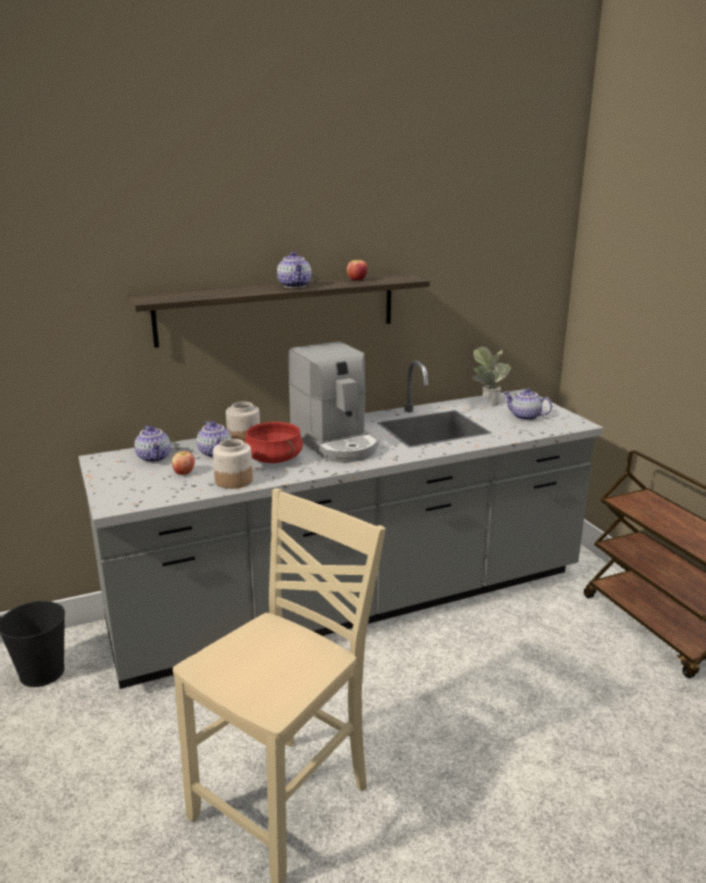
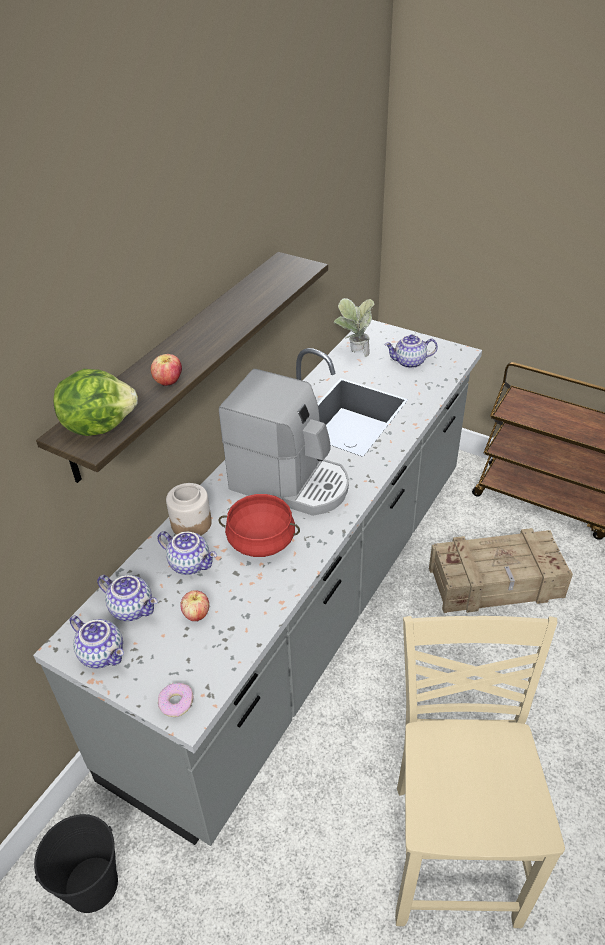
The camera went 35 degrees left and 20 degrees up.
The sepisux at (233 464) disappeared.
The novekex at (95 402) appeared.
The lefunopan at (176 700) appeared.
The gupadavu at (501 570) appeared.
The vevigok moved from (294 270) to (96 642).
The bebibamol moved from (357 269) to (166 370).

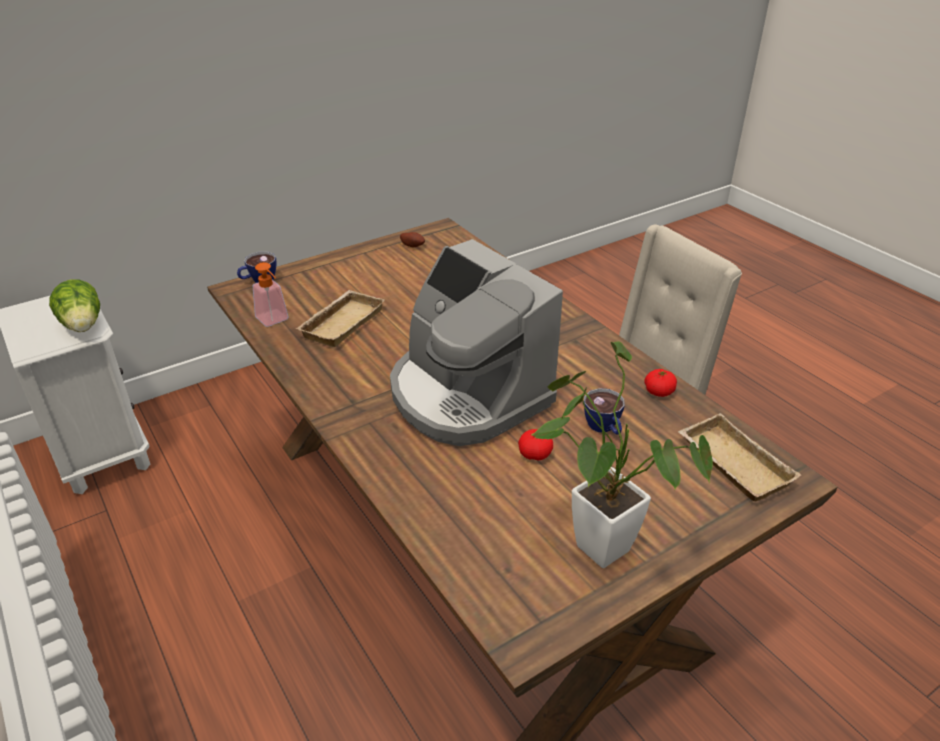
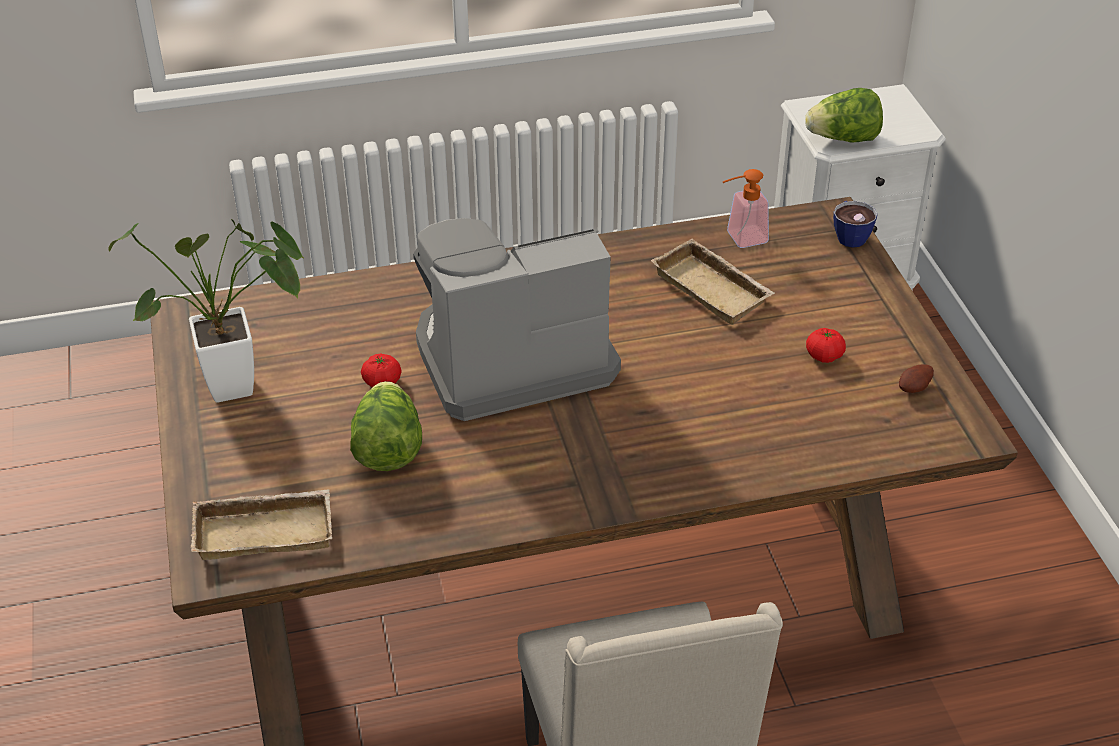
The camera went 110 degrees right and 5 degrees up.
The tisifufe moved from (660 383) to (826 345).
The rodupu at (604 411) was replaced by the novekex at (386 426).

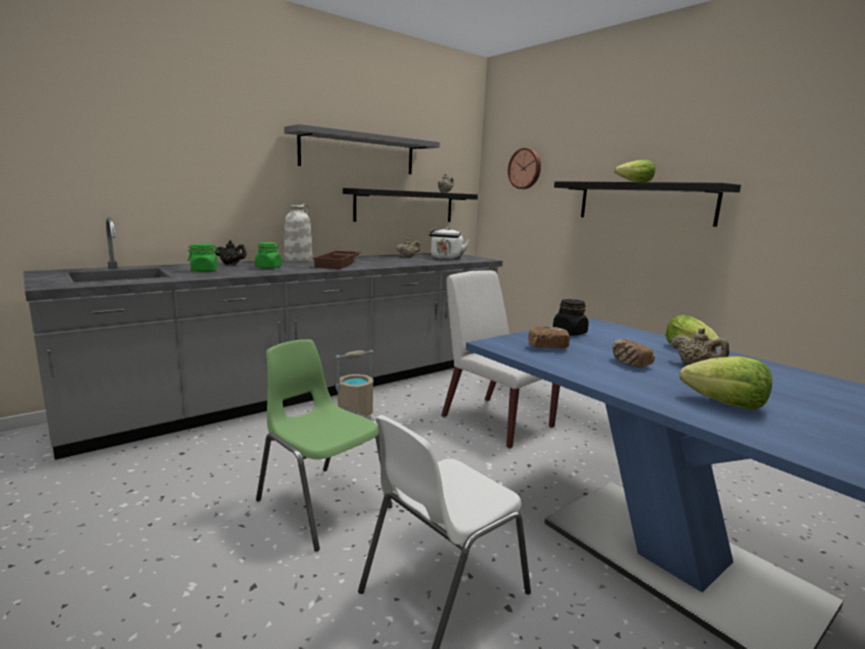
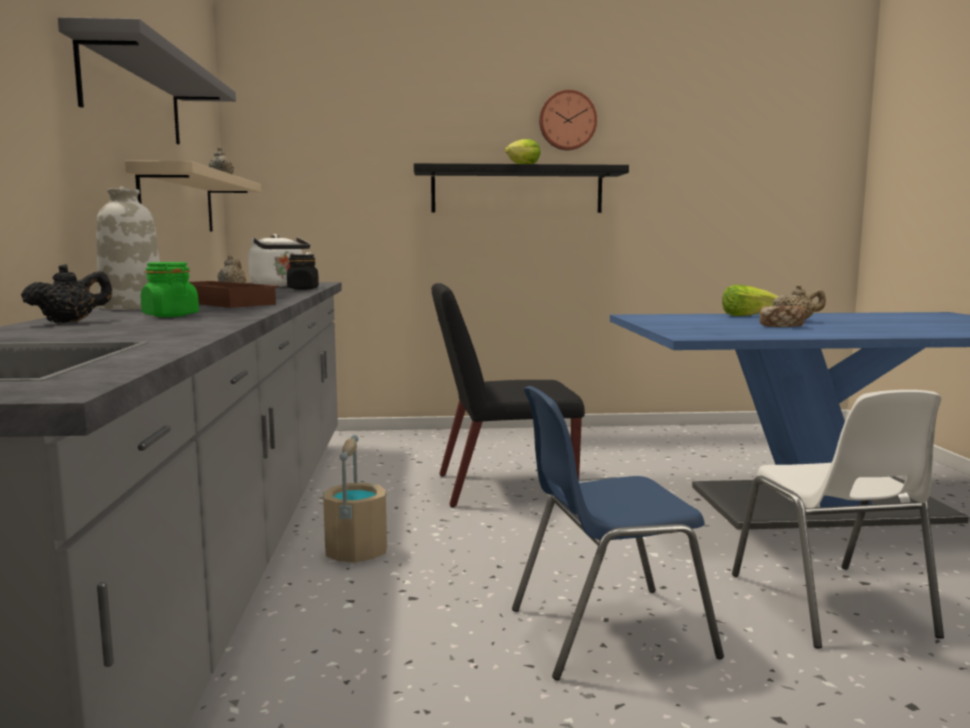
The camera went 55 degrees left and 5 degrees down.
The green sepisux at (204 257) disappeared.
The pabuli at (549 337) disappeared.
The novekex at (726 383) disappeared.
The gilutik moved from (524 168) to (568 120).
The black sepisux moved from (571 317) to (303 272).
The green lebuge at (324 445) became the blue lebuge at (618 533).
The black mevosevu at (410 205) became the beige mevosevu at (193 196).
The white lebuge at (500 359) became the black lebuge at (508 395).

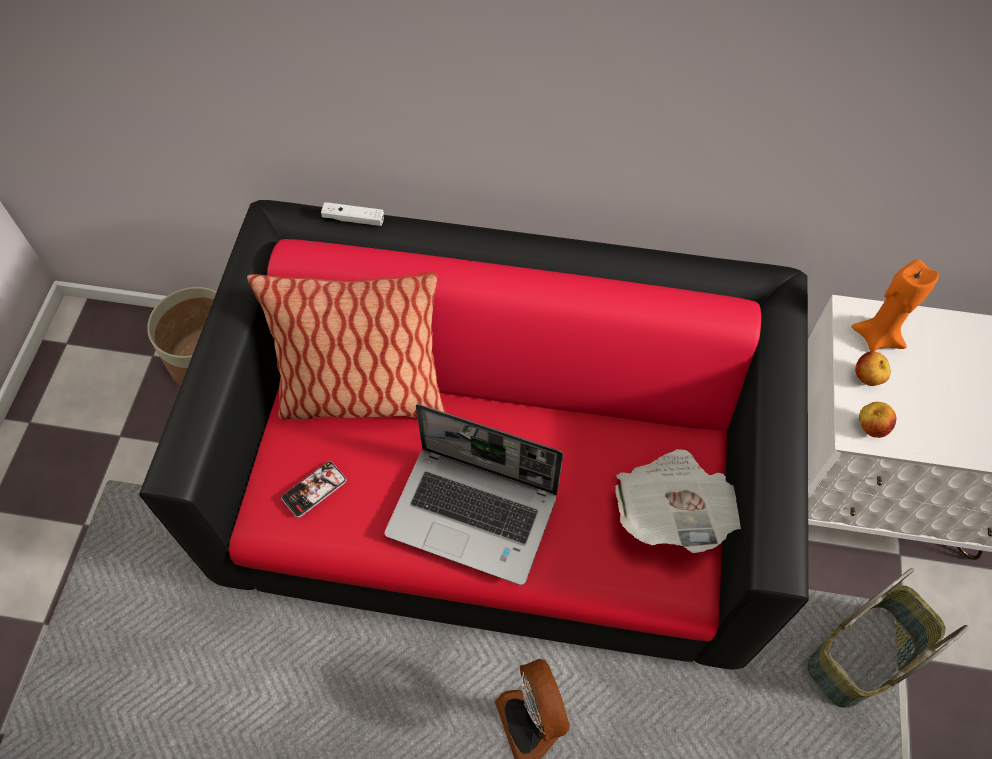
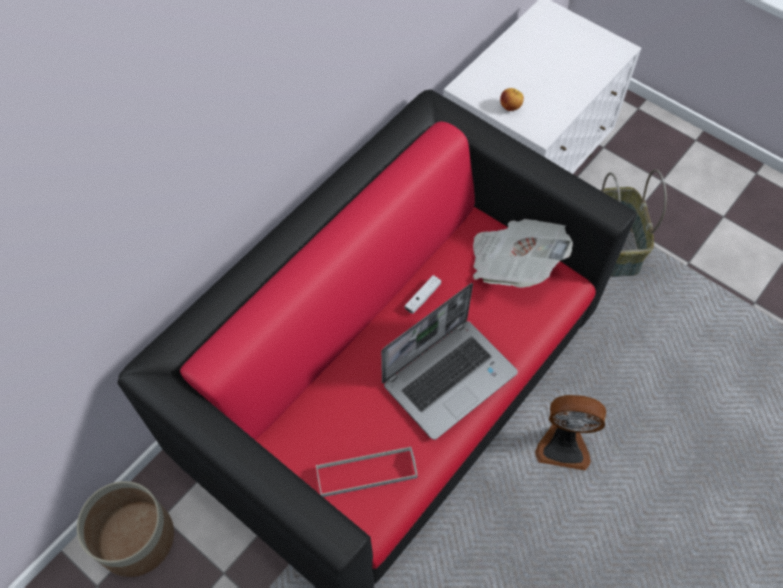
The camera went 60 degrees left and 0 degrees up.
The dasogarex at (346 345) disappeared.
The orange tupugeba at (895 305) disappeared.
The bebibamol at (877 420) disappeared.
The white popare moved from (352 214) to (422 294).
The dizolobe at (314 489) was replaced by the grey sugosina at (367 471).

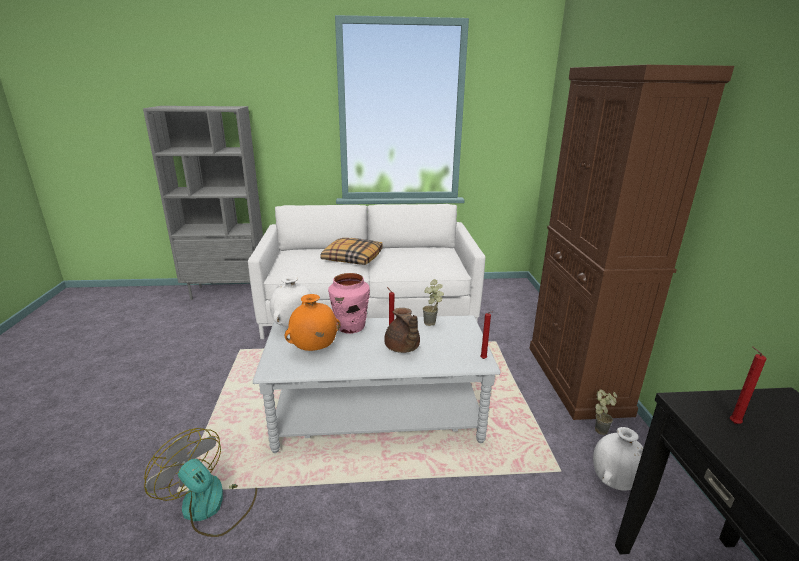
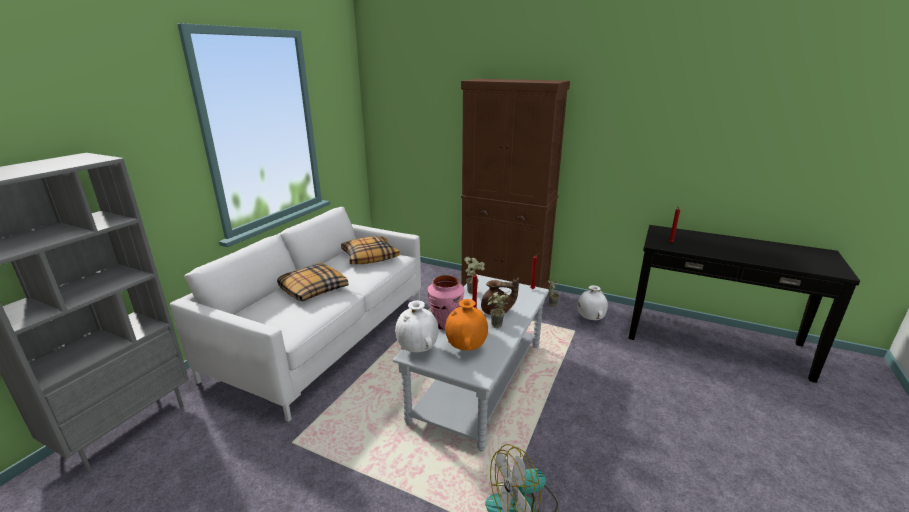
The camera went 60 degrees left and 0 degrees up.
The dasogarex at (370 250) appeared.
The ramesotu at (499 309) appeared.

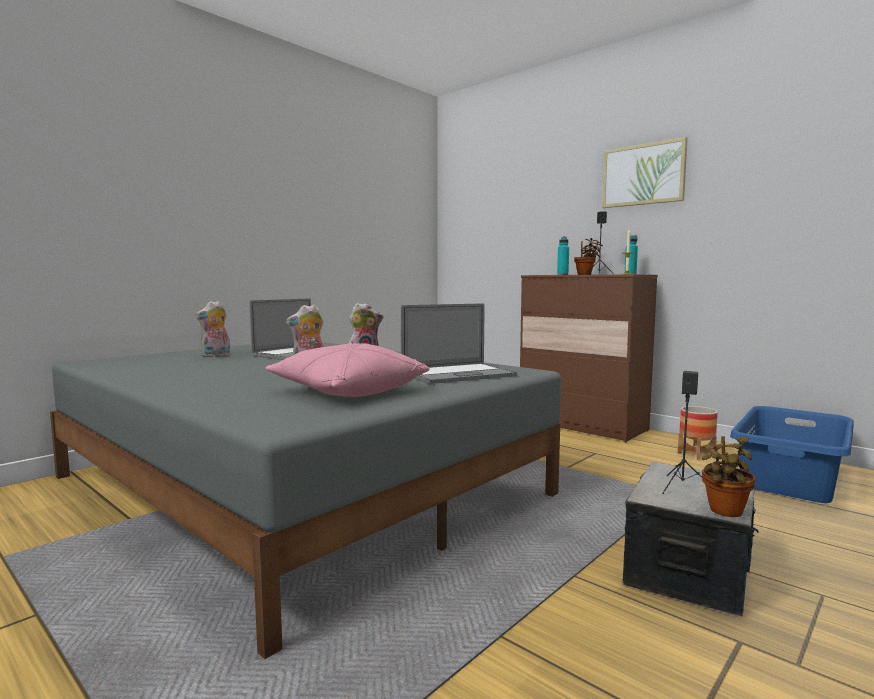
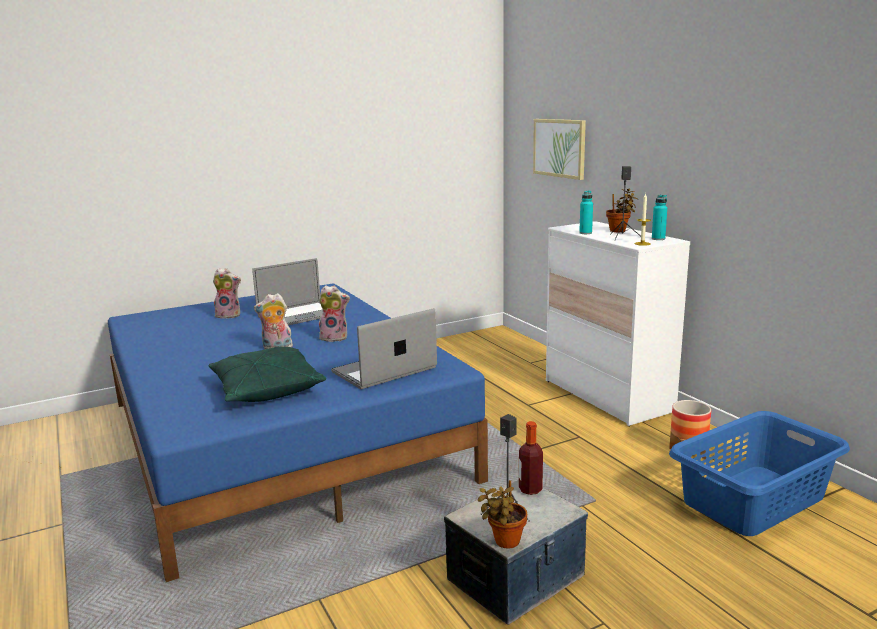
The camera went 20 degrees right and 10 degrees up.
The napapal at (531 458) appeared.
The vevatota moved from (645 172) to (559 149).
The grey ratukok at (305 500) became the blue ratukok at (298 433).
The pink dasogarex at (347 370) became the green dasogarex at (267 374).
The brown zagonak at (589 358) became the white zagonak at (618 323).
The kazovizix at (212 329) turned 150 degrees counterclockwise.
The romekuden at (459 343) turned 150 degrees clockwise.

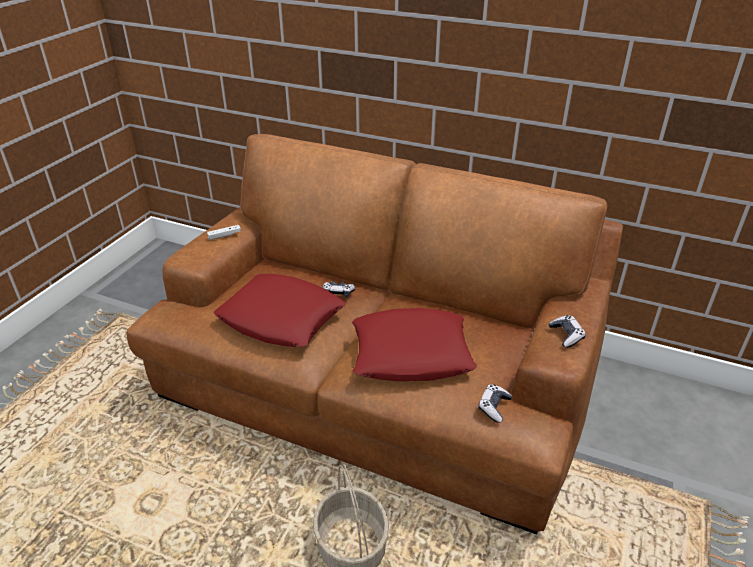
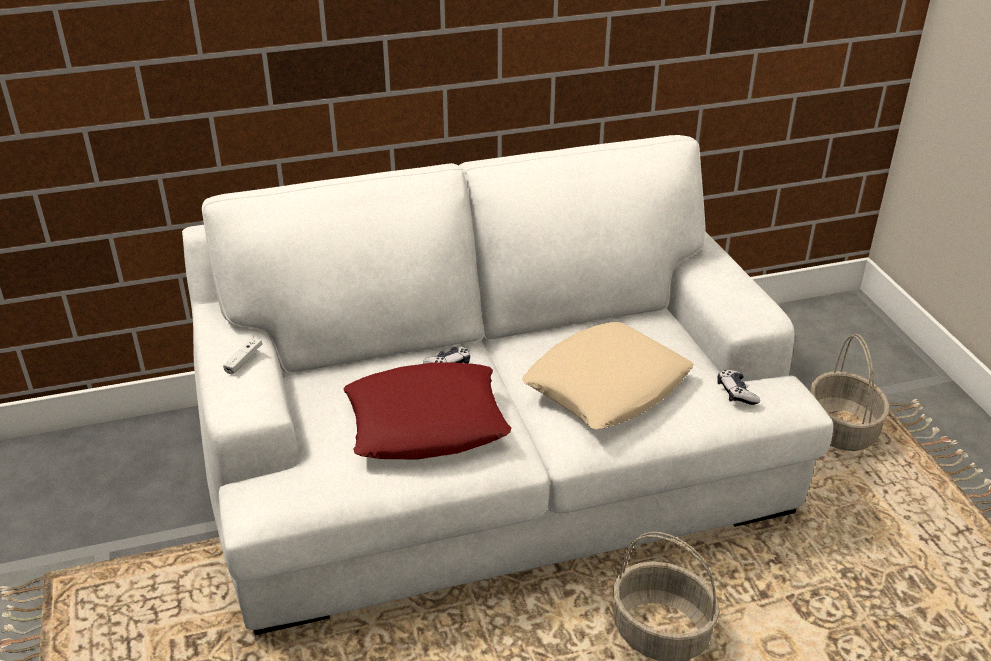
The camera went 40 degrees left and 0 degrees up.
The popare at (567 331) disappeared.
The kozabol at (849 392) appeared.
The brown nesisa at (374 334) became the white nesisa at (507 385).
The red dasogarex at (414 344) became the beige dasogarex at (608 376).

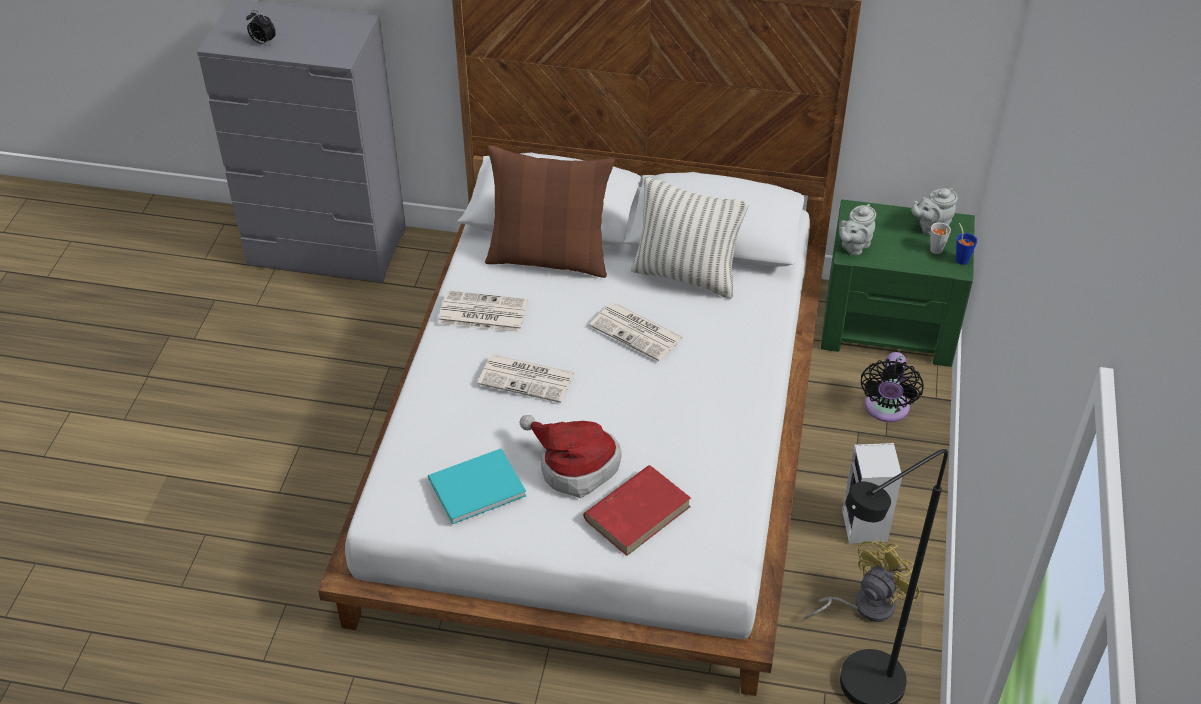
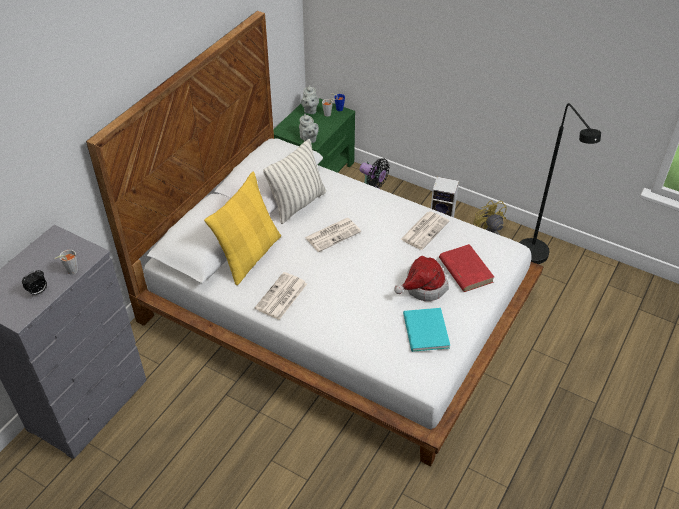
The camera went 70 degrees left and 0 degrees up.
The grey rodupu at (66 262) appeared.
The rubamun moved from (526 379) to (424 230).
The brown dasogarex at (550 211) became the yellow dasogarex at (242 228).

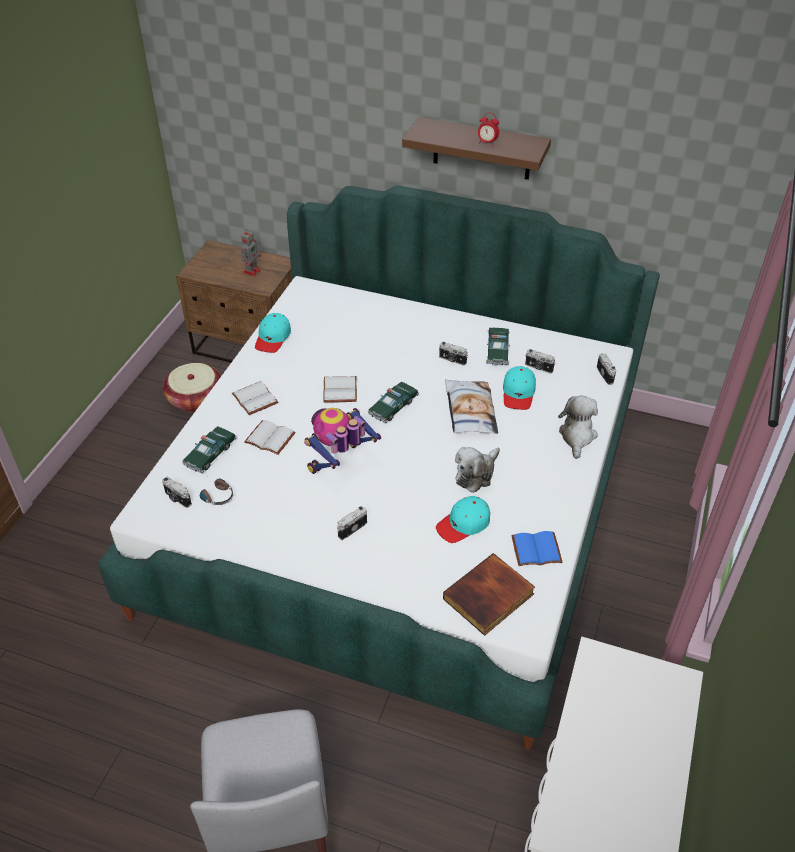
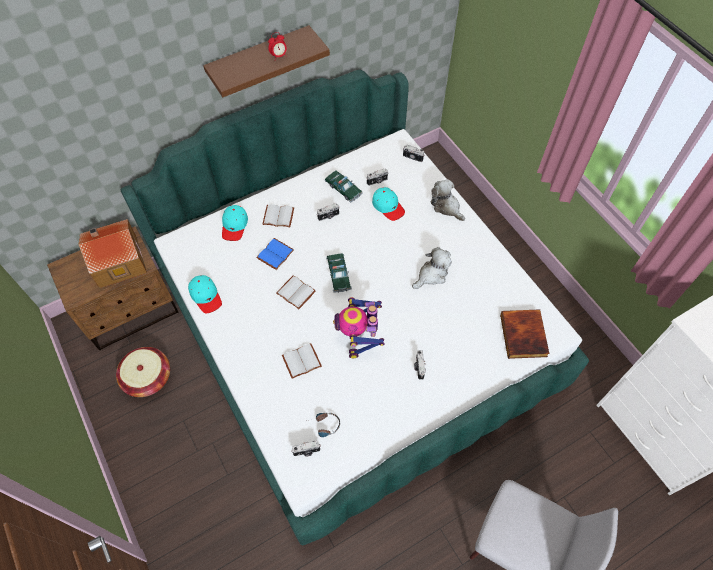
The camera went 50 degrees left and 15 degrees up.
The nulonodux at (209 449) disappeared.
The dasogarex at (471 406) disappeared.
The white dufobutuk moved from (255 398) to (278 215).
The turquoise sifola moved from (463 519) to (235 223).
The blue dufobutuk moved from (536 548) to (275 254).
The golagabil at (251 252) was replaced by the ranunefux at (113 253).
The kazovizix at (477 470) turned 120 degrees counterclockwise.

